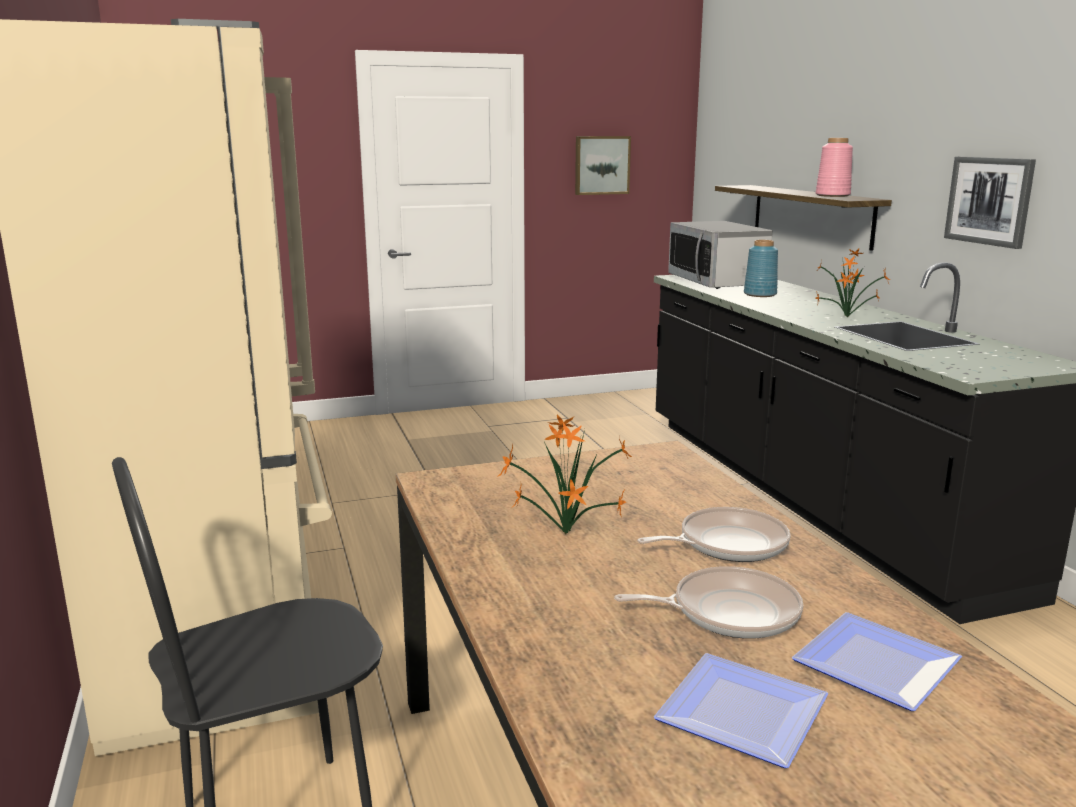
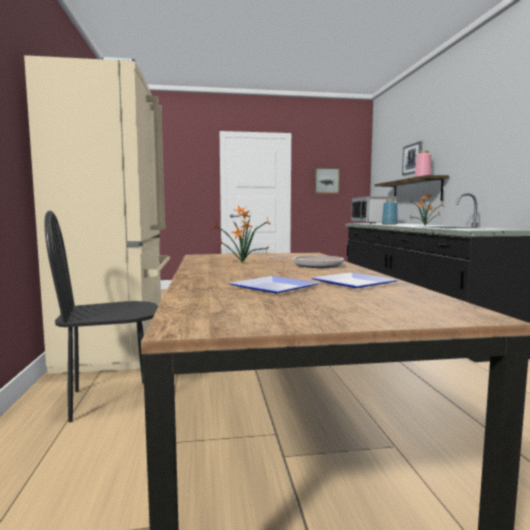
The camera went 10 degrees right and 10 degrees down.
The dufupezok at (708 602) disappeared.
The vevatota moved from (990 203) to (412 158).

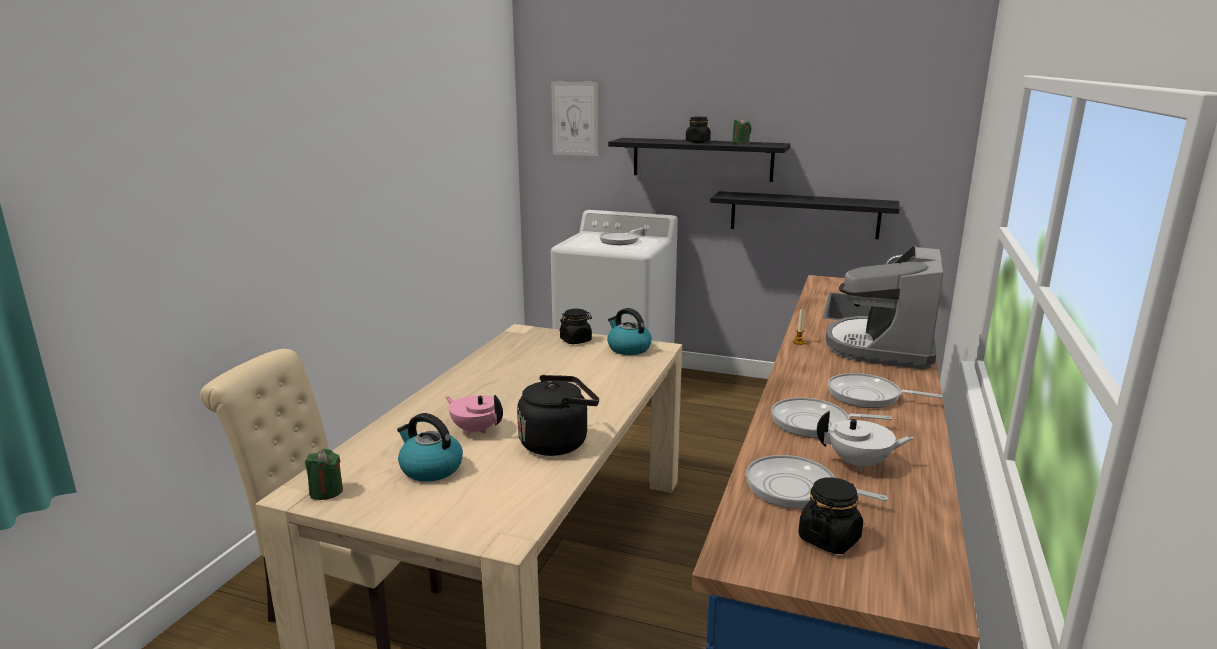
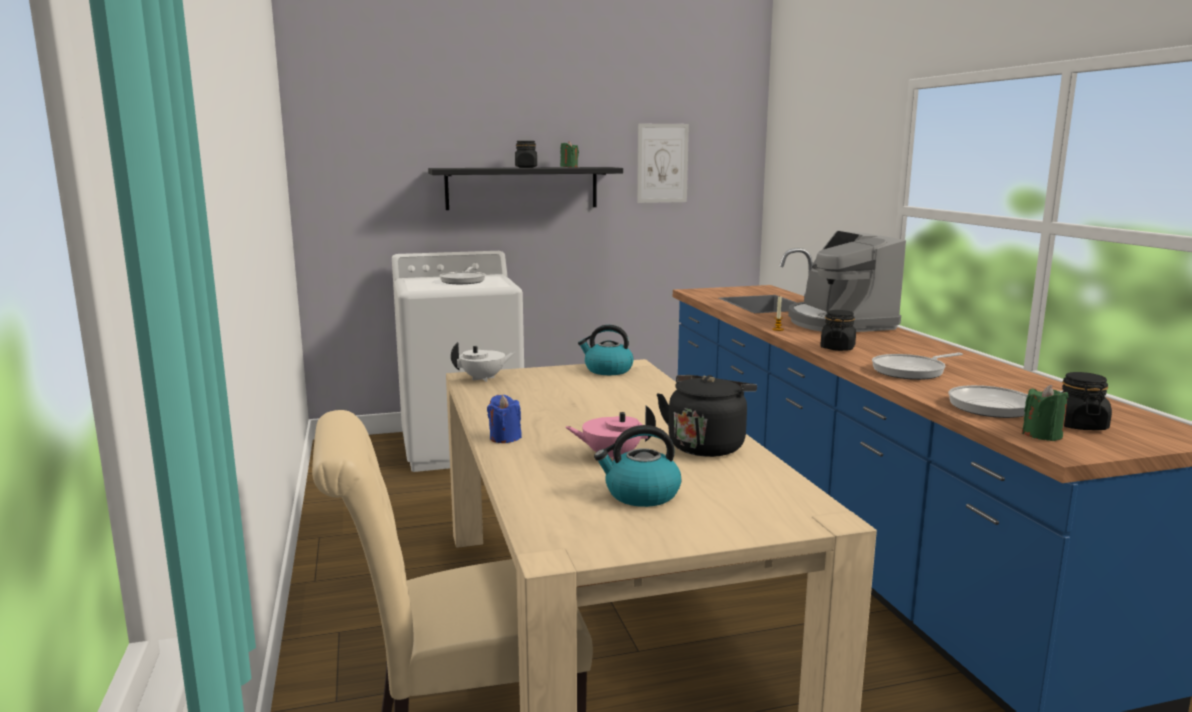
The camera went 35 degrees left and 5 degrees down.
The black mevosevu at (805 215) disappeared.
The dufupezok at (885 390) disappeared.
The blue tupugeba at (504 419) appeared.
The green tupugeba moved from (324 474) to (1045 413).
The vevatota moved from (574 119) to (663 163).
The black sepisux moved from (576 326) to (838 330).
The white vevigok moved from (865 441) to (483 362).

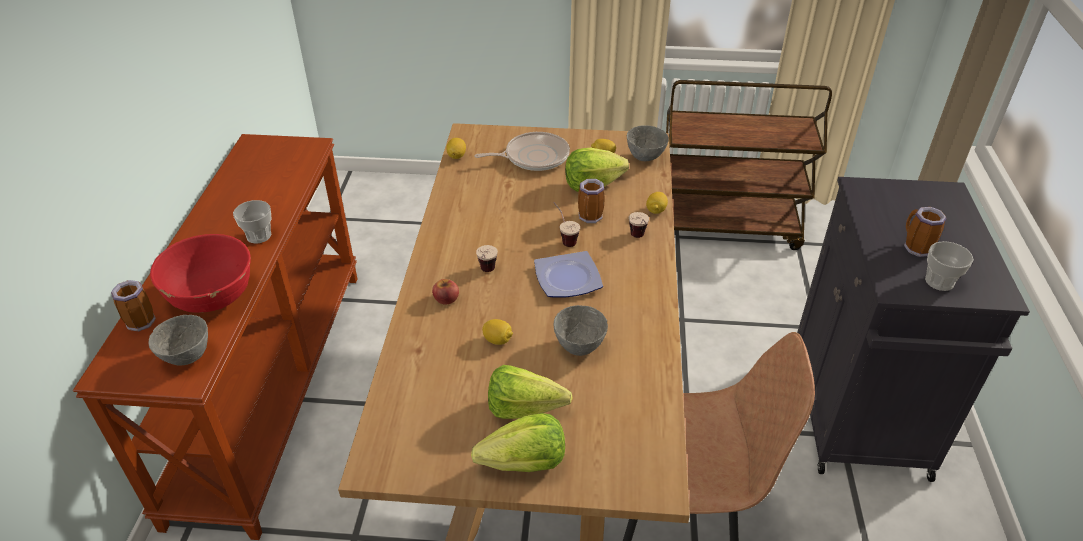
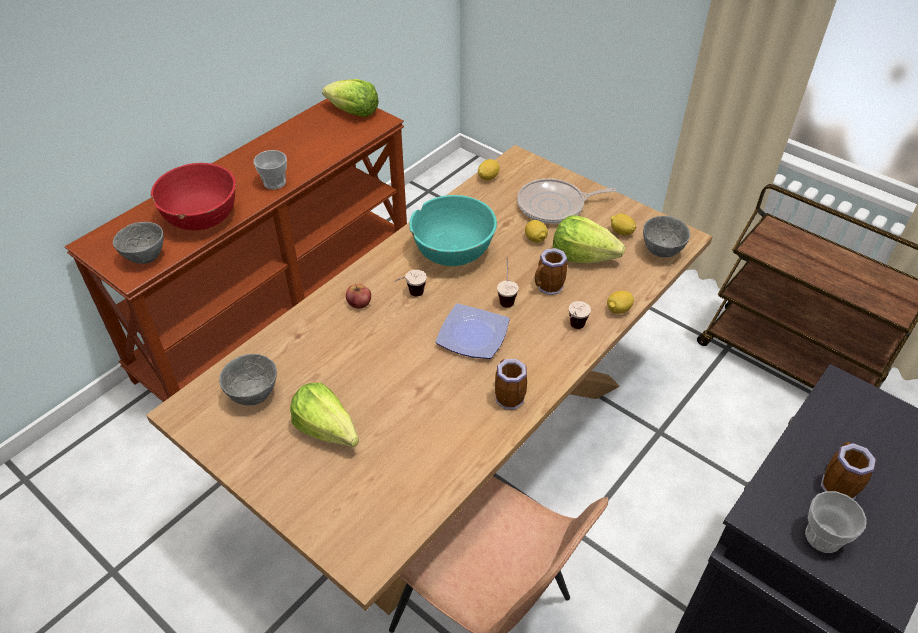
The camera went 35 degrees right and 5 degrees up.
The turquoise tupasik at (453 230) appeared.
The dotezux moved from (133 305) to (511 384).
The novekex moved from (518 442) to (350 98).
The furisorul moved from (497 332) to (536 231).
The grey tupasik moved from (580 330) to (248 379).
The dufupezok at (522 151) turned 150 degrees clockwise.

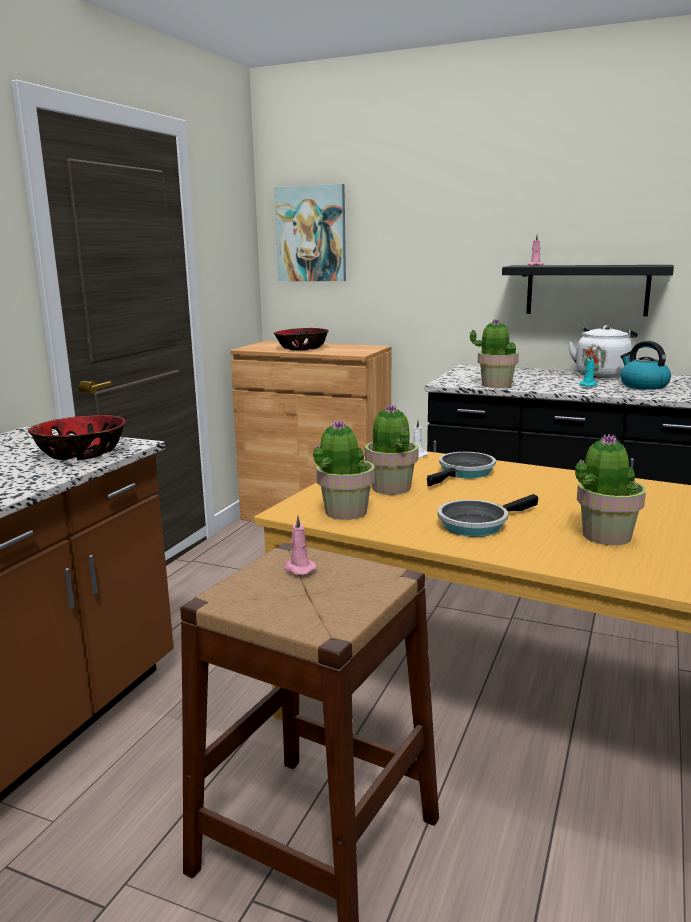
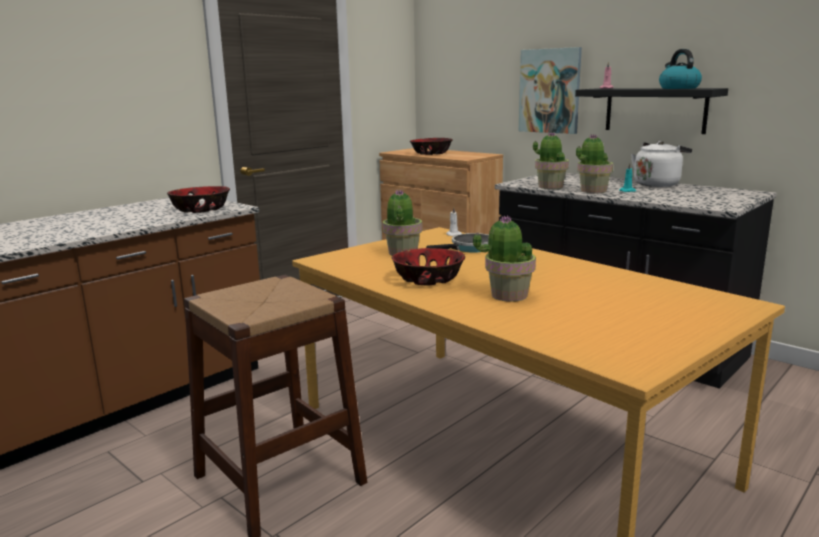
The camera went 20 degrees right and 0 degrees up.
The pink tupugeba at (300 545) disappeared.
The vevatota moved from (310 232) to (550 90).
The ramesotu moved from (344 470) to (594 163).
The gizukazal moved from (646 365) to (680 69).
The dufupezok at (488 515) was replaced by the tupasik at (428 267).

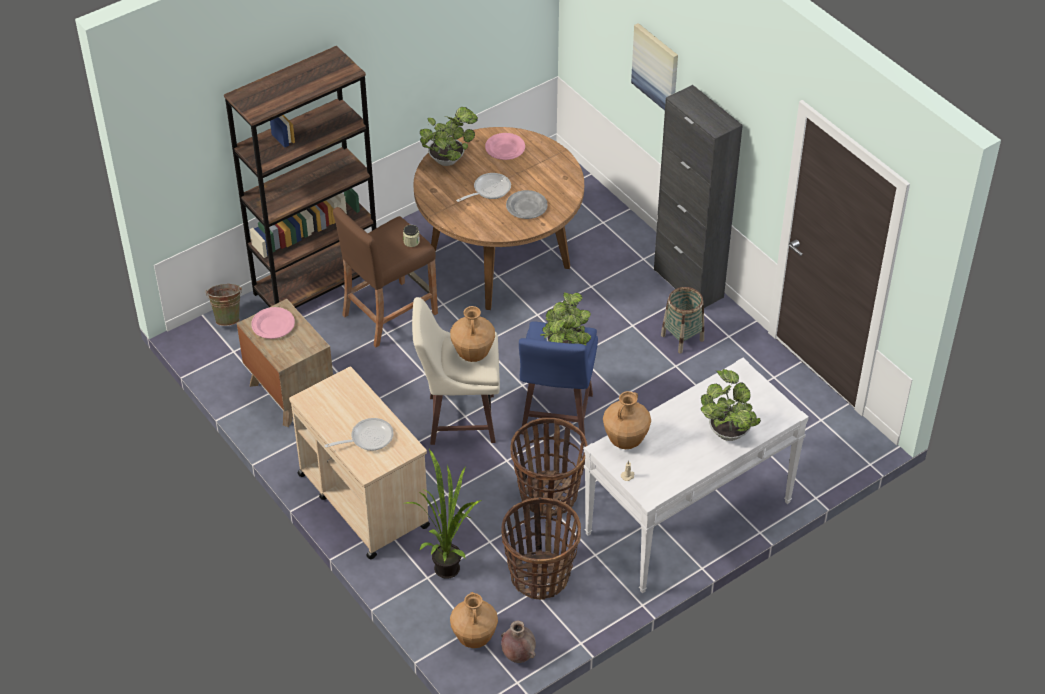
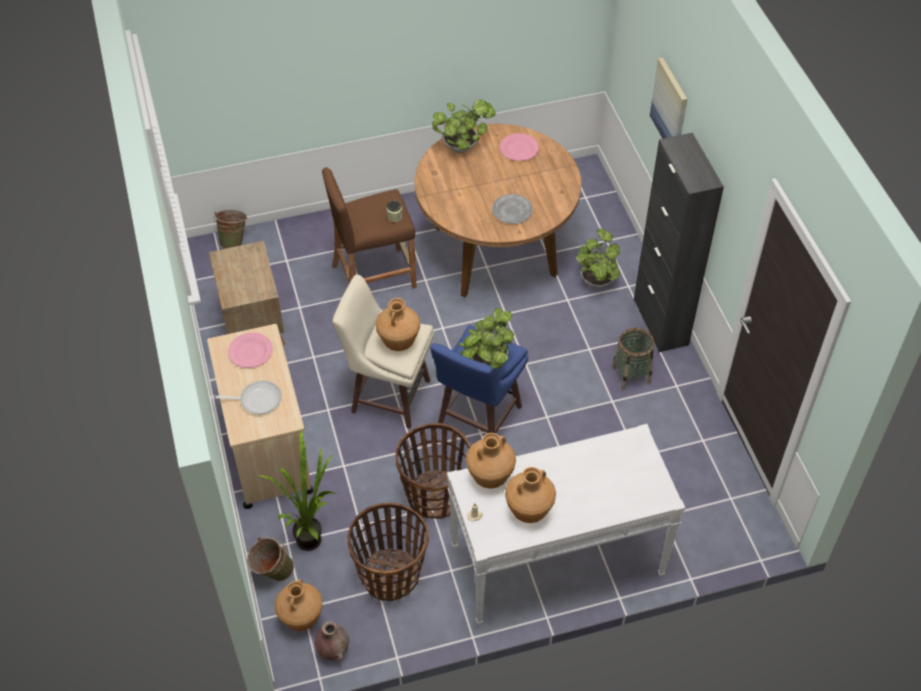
The camera went 20 degrees right and 5 degrees up.
The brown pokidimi at (300 177) disappeared.
The dufupezok at (483 187) disappeared.
The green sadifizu at (270 558) appeared.
The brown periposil at (530 495) appeared.
The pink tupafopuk moved from (273 323) to (250 350).
The ramesotu moved from (731 405) to (598 258).

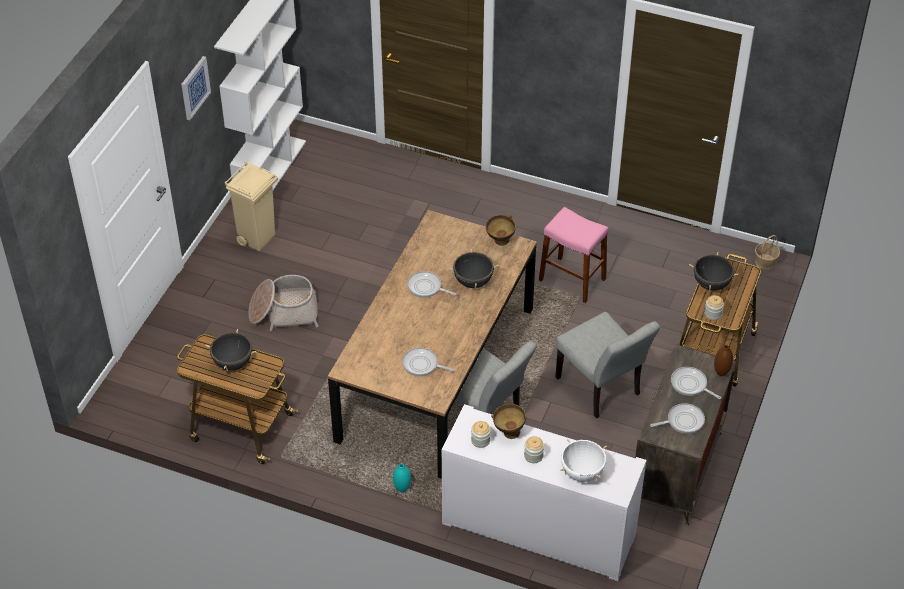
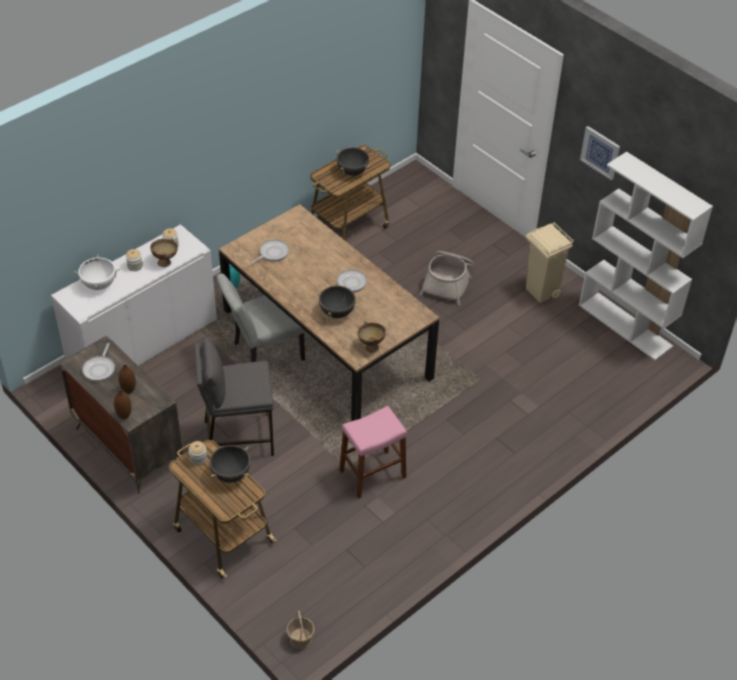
The camera went 115 degrees right and 0 degrees up.
The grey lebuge at (607 365) was replaced by the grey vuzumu at (234 396).
The dufupezok at (696 383) was replaced by the brown periposil at (127 379).

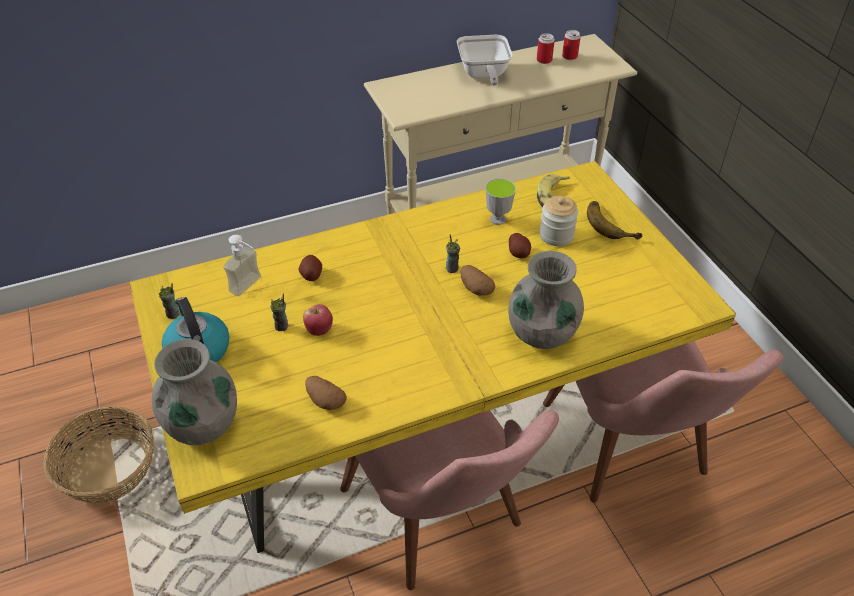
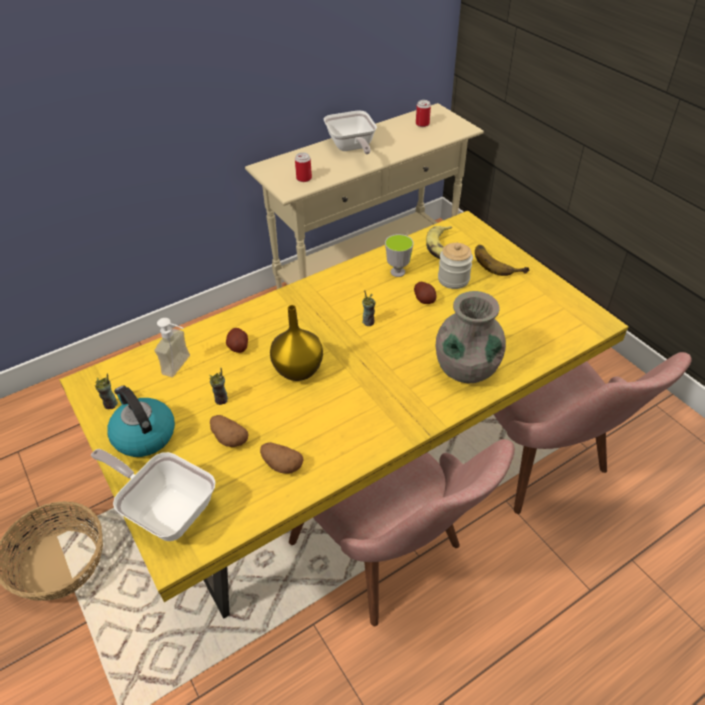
The camera went 10 degrees left and 0 degrees up.
The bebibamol at (318 320) disappeared.
The yellow periposil at (296 343) appeared.
The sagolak moved from (477 280) to (229 431).
The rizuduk moved from (546 48) to (303 167).
The grey periposil at (194 392) was replaced by the dufupezok at (153 495).

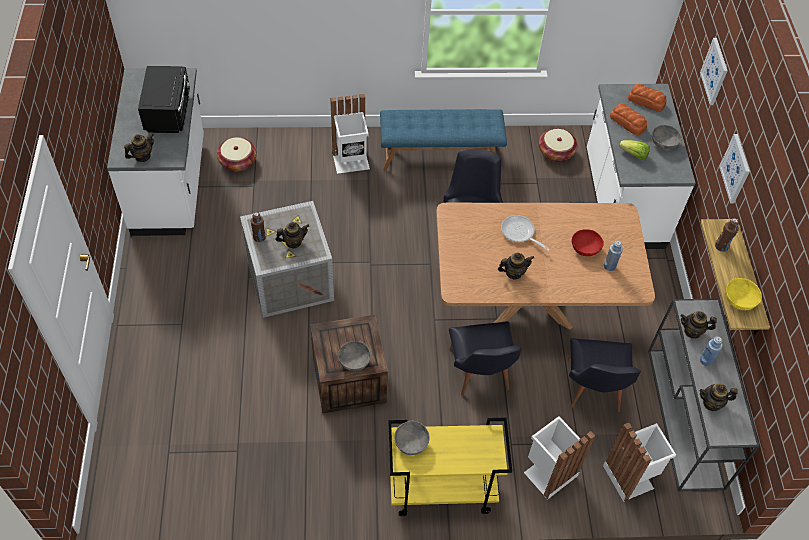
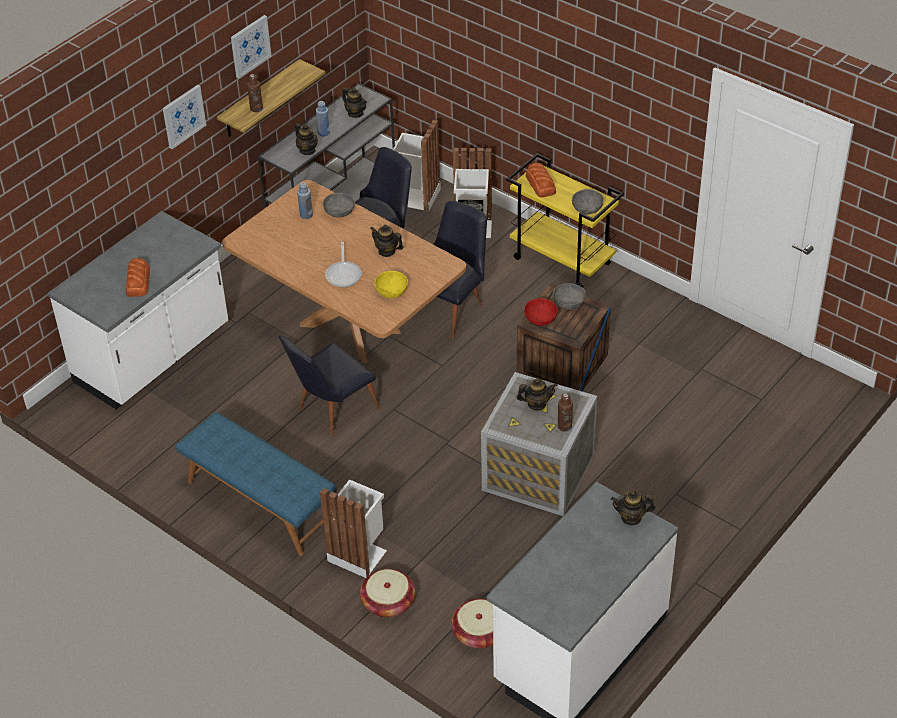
The camera went 135 degrees left and 10 degrees down.
The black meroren at (164 99) disappeared.
The novekex at (634 150) disappeared.
The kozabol moved from (558 145) to (388 593).
The red tupasik moved from (588 242) to (541 312).
The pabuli moved from (647 98) to (541 180).
The grey tupasik moved from (667 137) to (339 205).
The vevatota moved from (713 71) to (251 46).
The yellow tupasik moved from (743 294) to (391 284).
The vevigok at (292 235) turned 150 degrees clockwise.

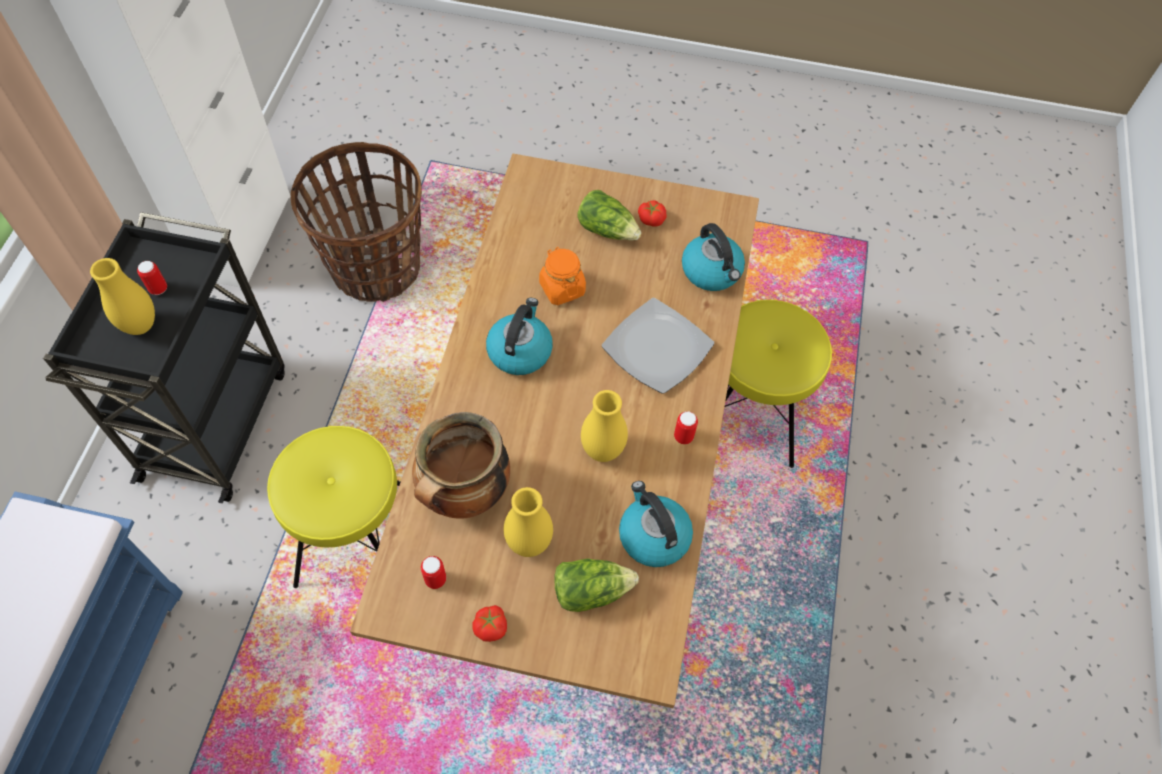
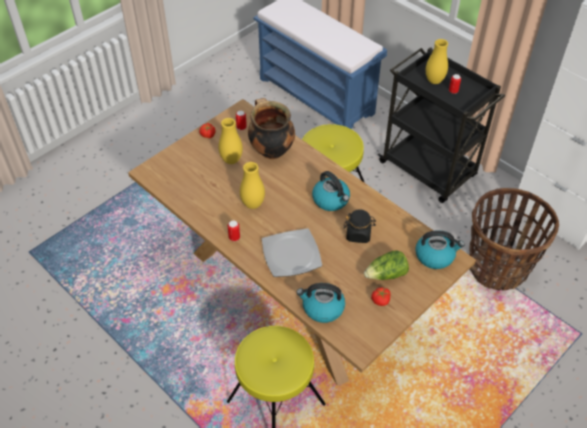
The camera went 125 degrees right and 10 degrees down.
The novekex at (596 585) disappeared.
The gizukazal moved from (656 524) to (440 249).
The orange sepisux at (562 276) became the black sepisux at (360 226).

